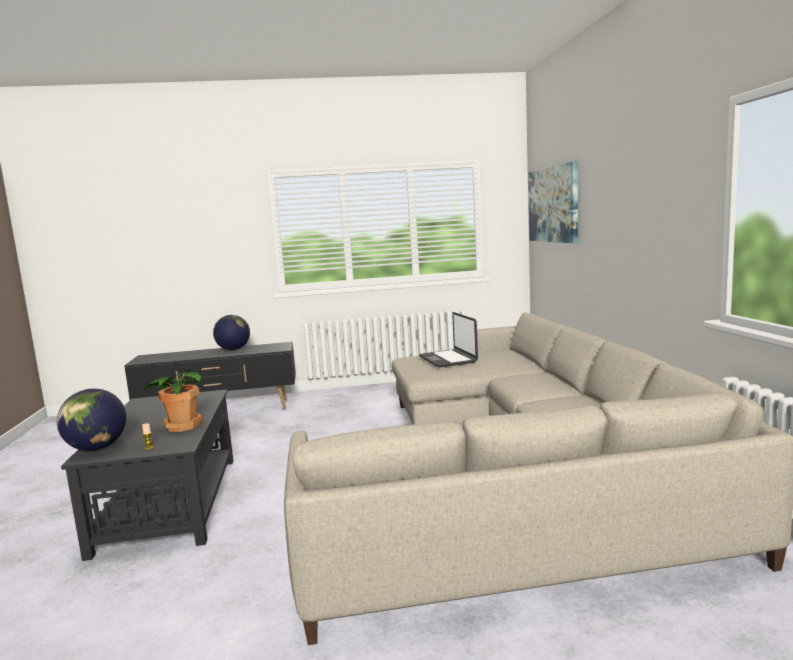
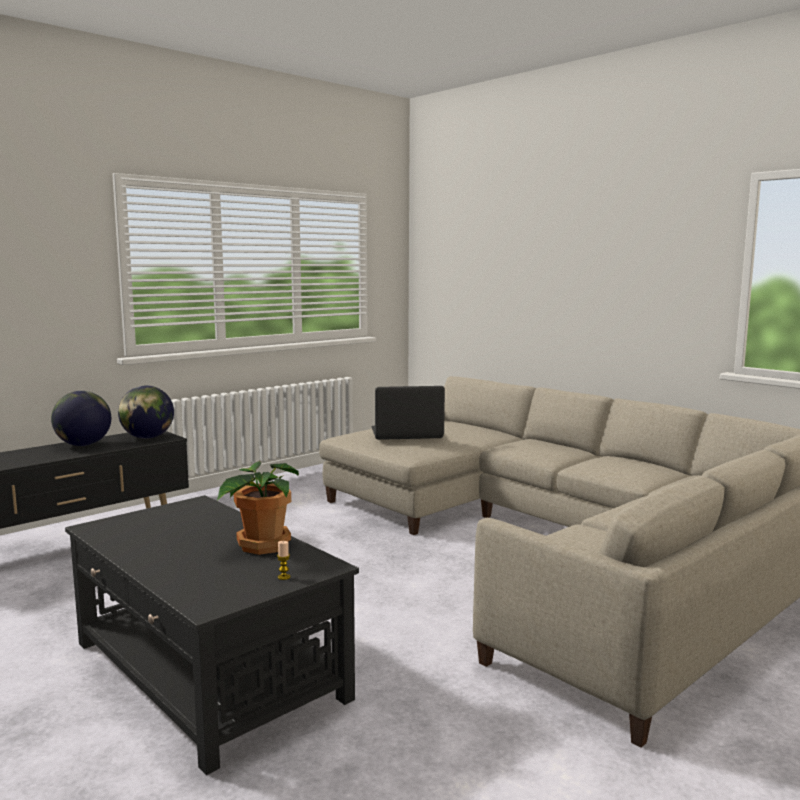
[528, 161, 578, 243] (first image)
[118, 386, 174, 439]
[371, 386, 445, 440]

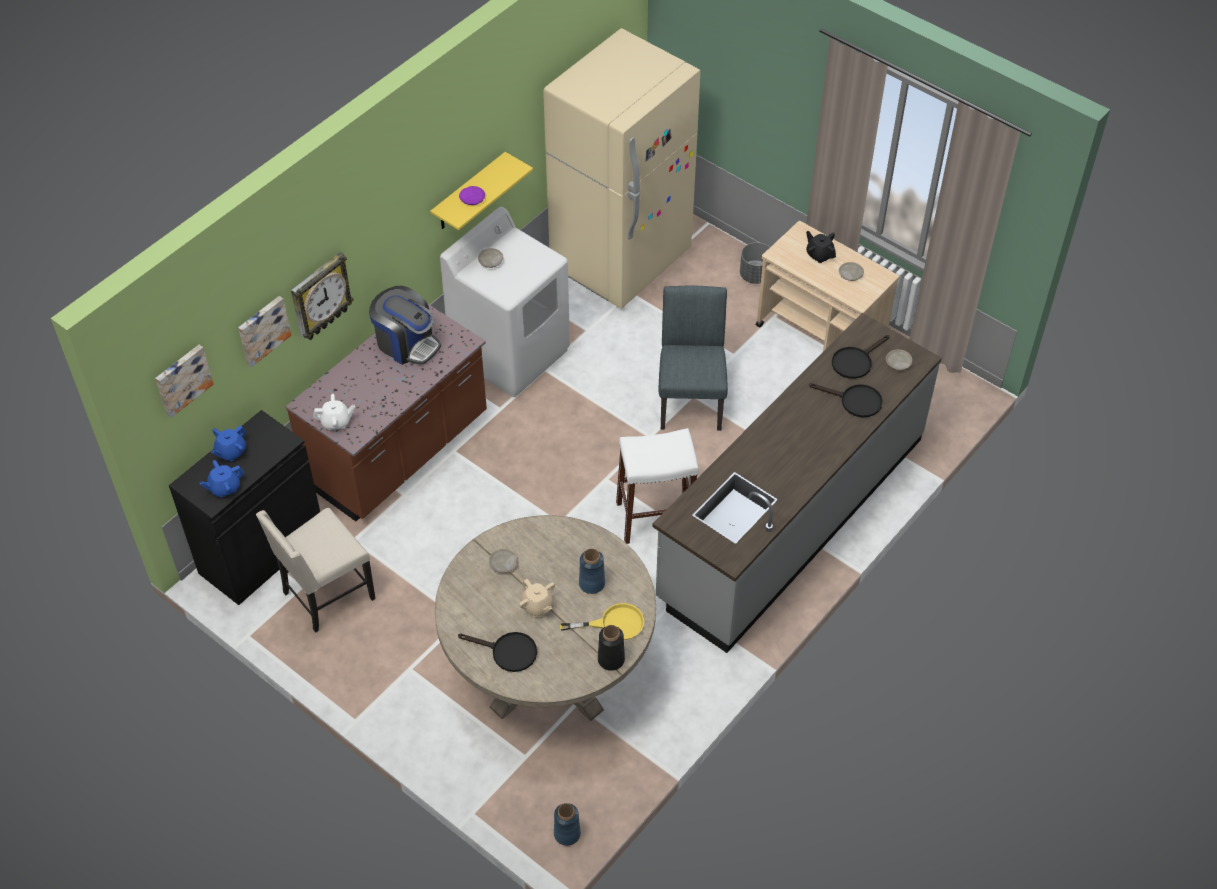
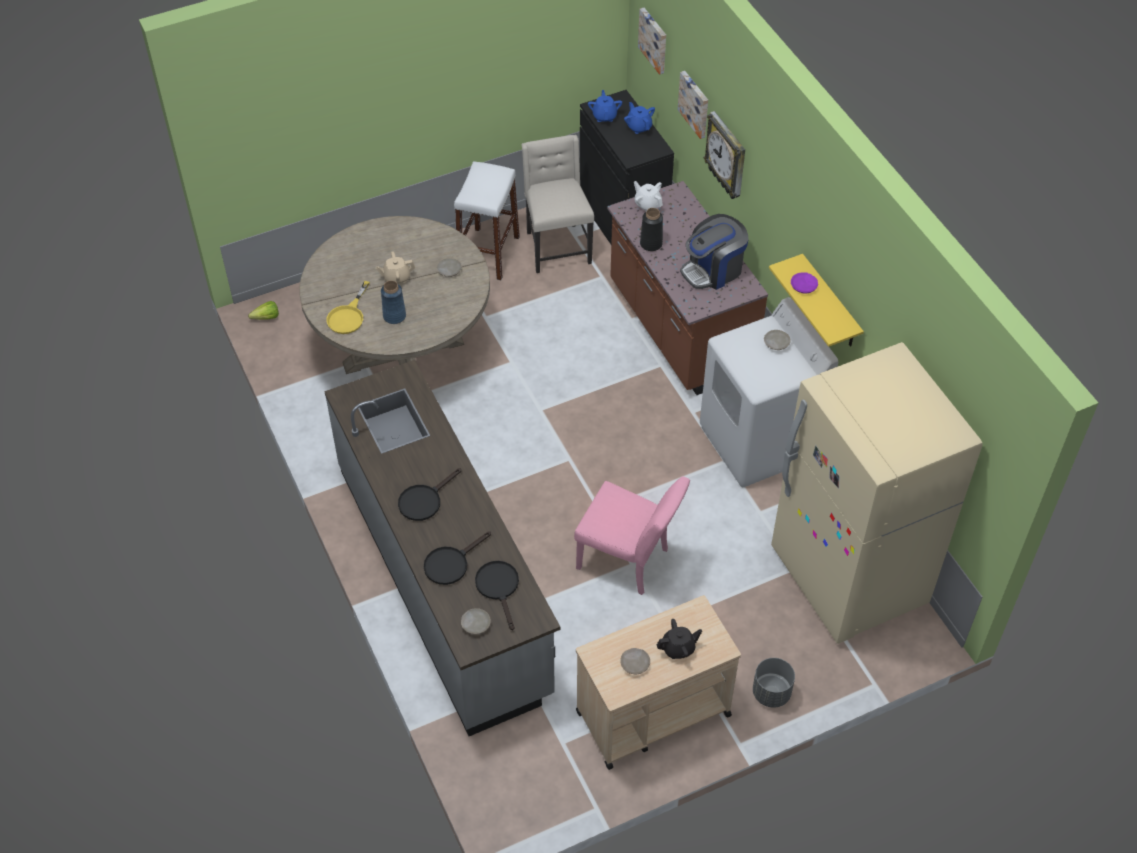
[398, 468, 461, 521]
[640, 208, 663, 251]
[454, 161, 520, 280]
[248, 301, 279, 320]
[574, 476, 690, 595]
[634, 181, 663, 211]

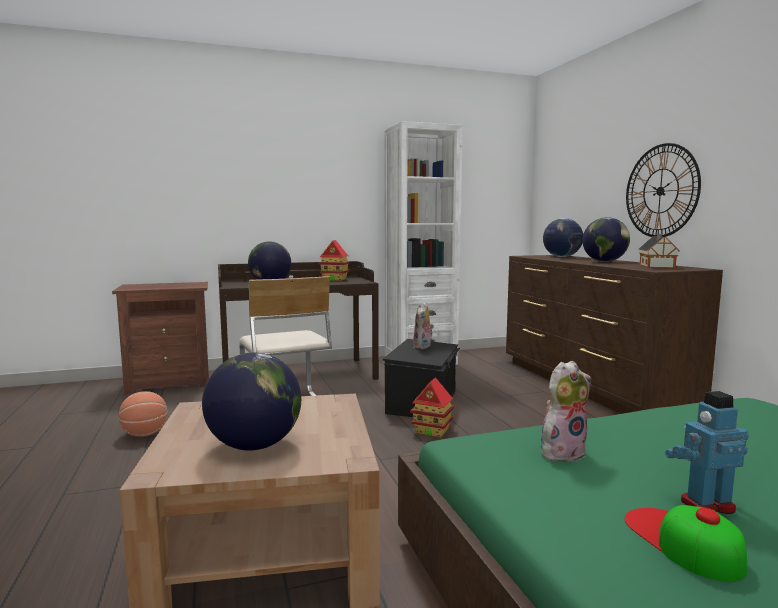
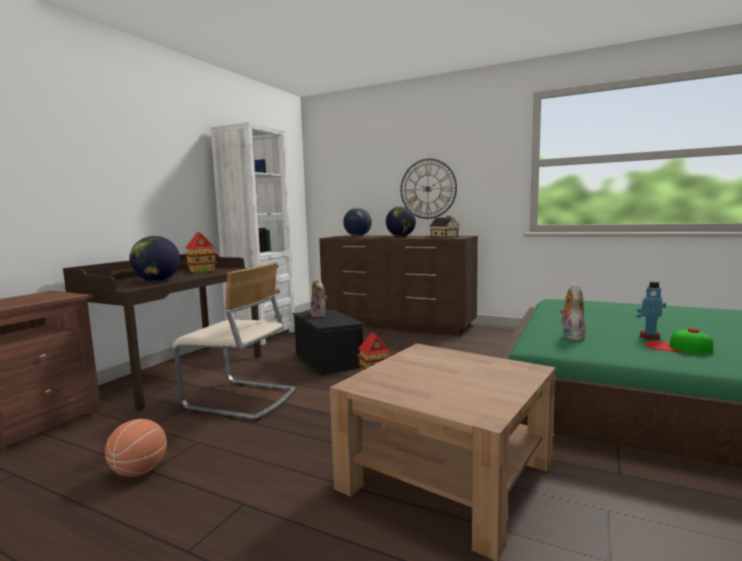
[202, 353, 301, 451] (first image)

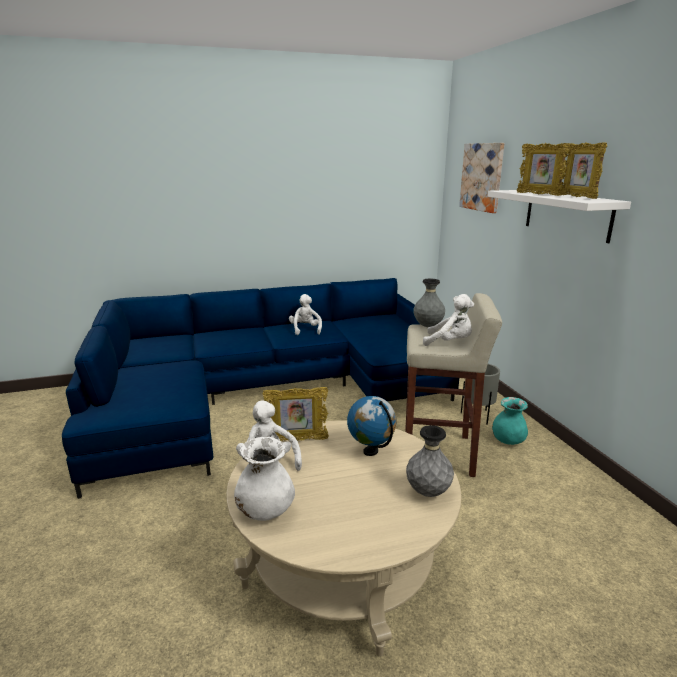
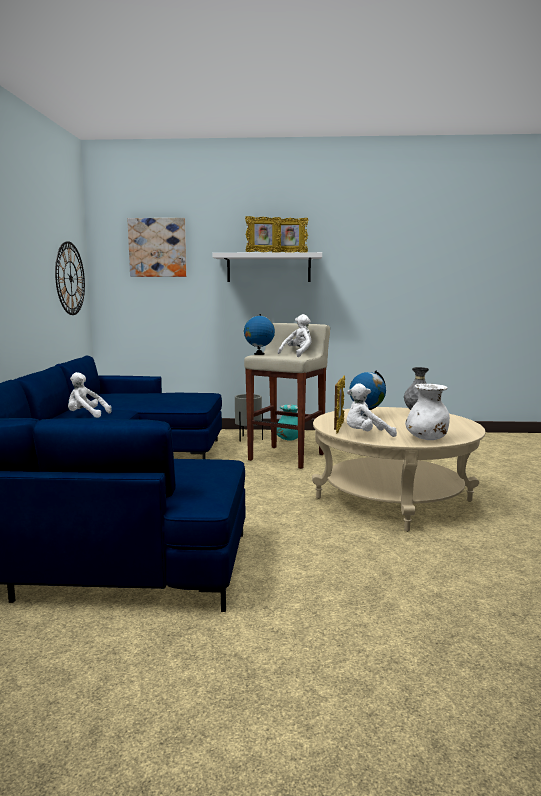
[55, 241, 85, 315]
[244, 314, 275, 355]

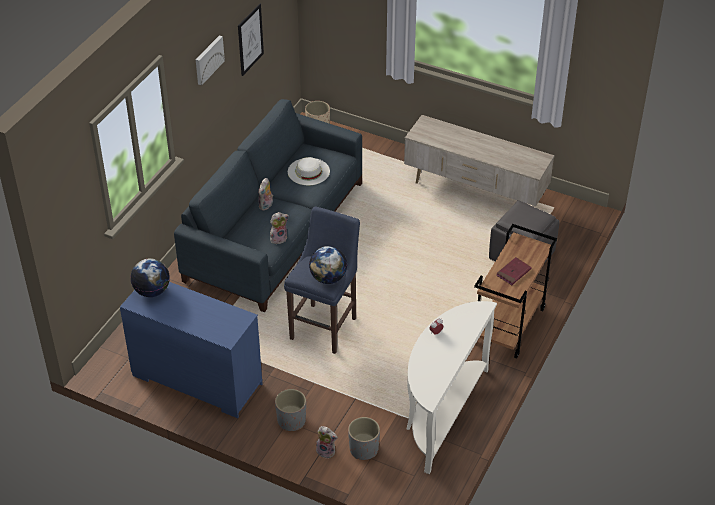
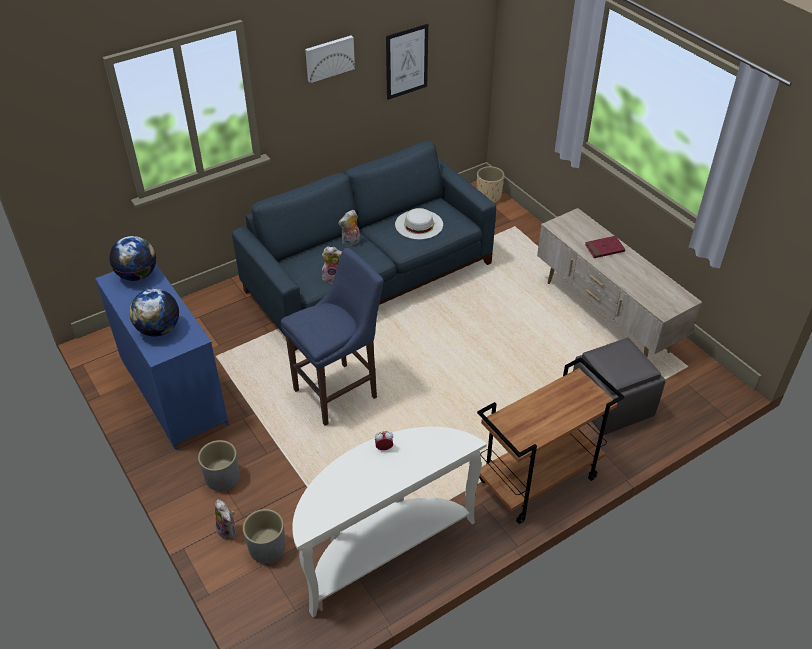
[129, 289, 179, 337]
[585, 236, 625, 258]

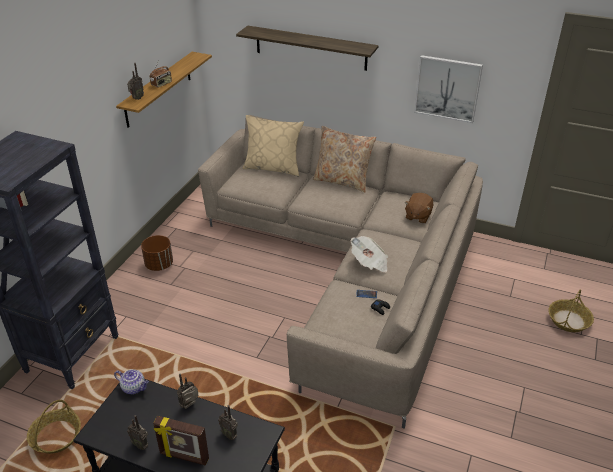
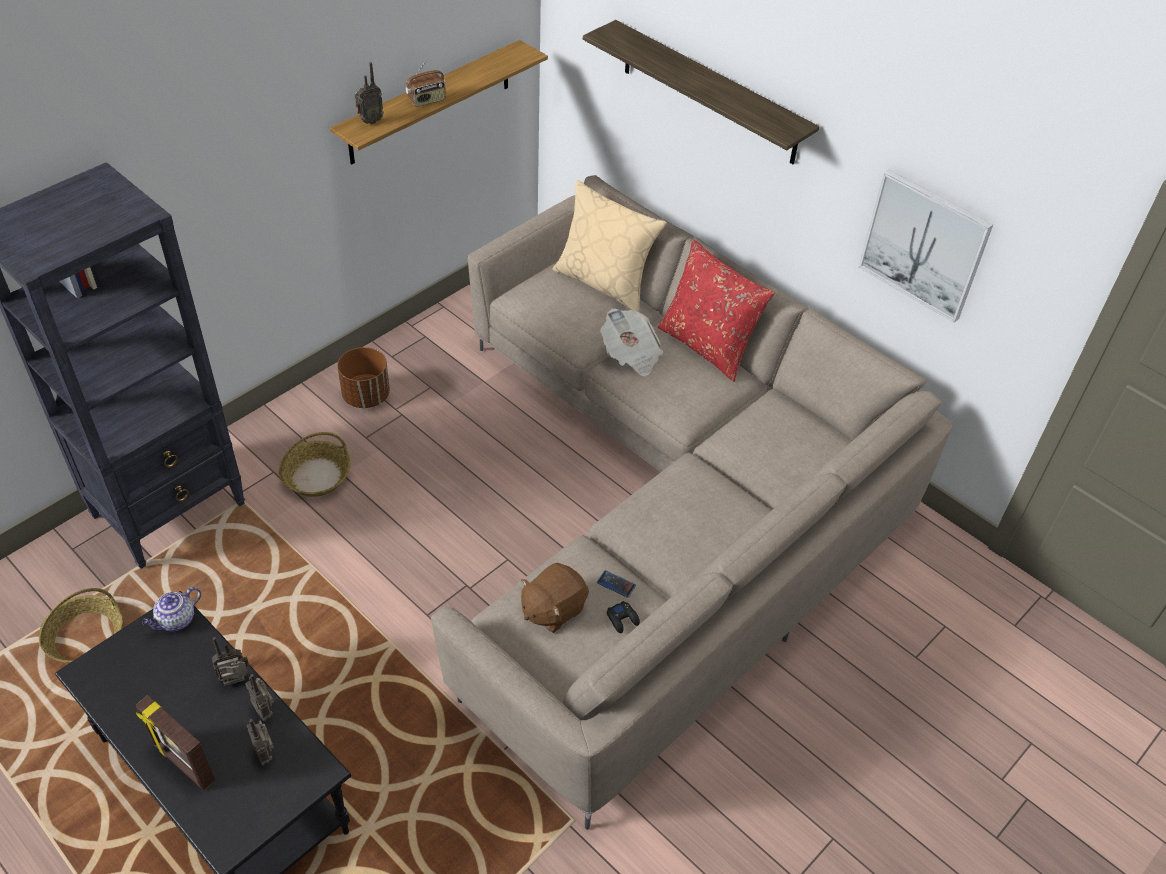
[245, 674, 274, 721]
[600, 308, 664, 376]
[521, 563, 589, 633]
[279, 432, 351, 497]
[658, 240, 775, 382]
[142, 587, 201, 631]

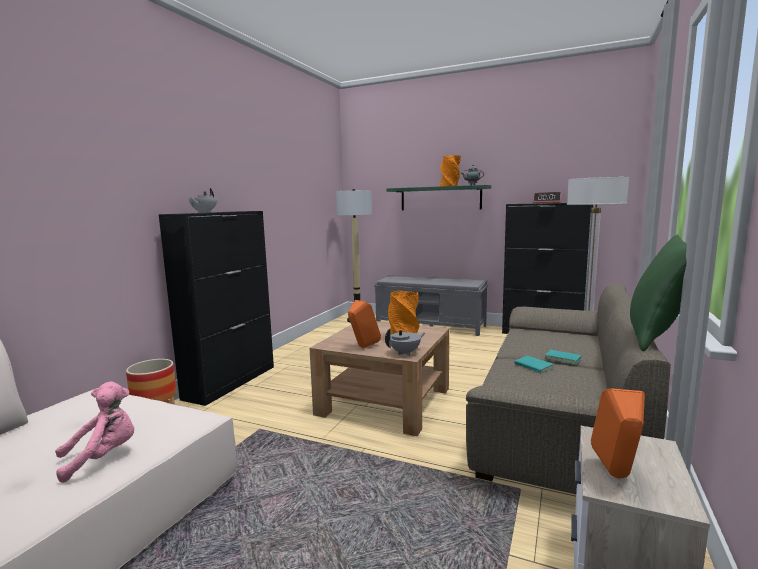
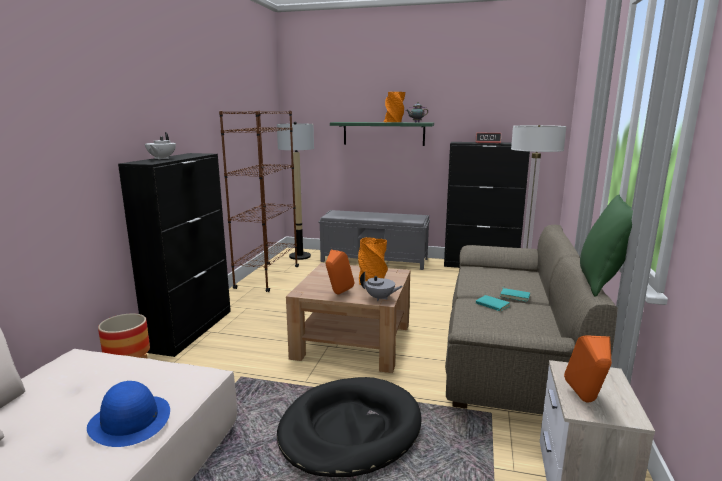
[219, 111, 299, 292]
[277, 377, 422, 477]
[87, 381, 170, 447]
[360, 272, 403, 301]

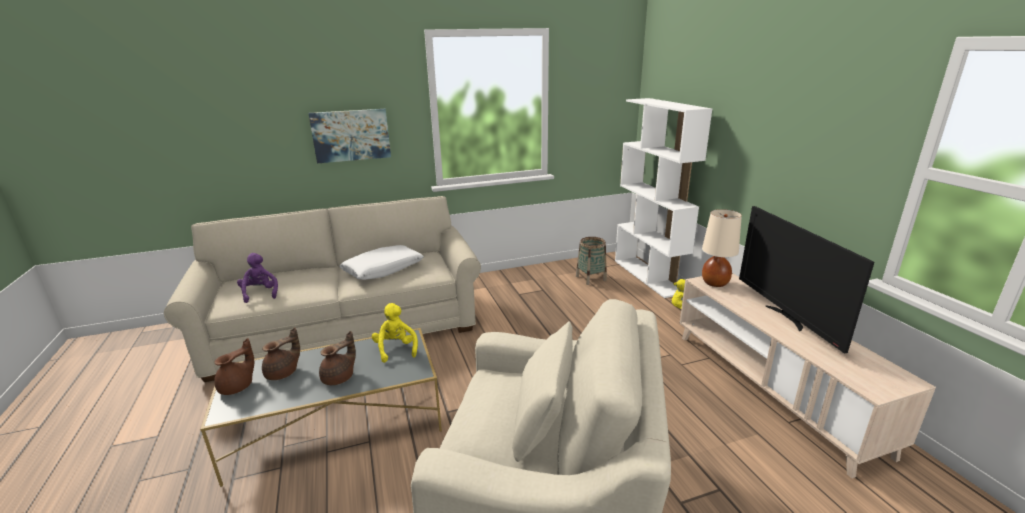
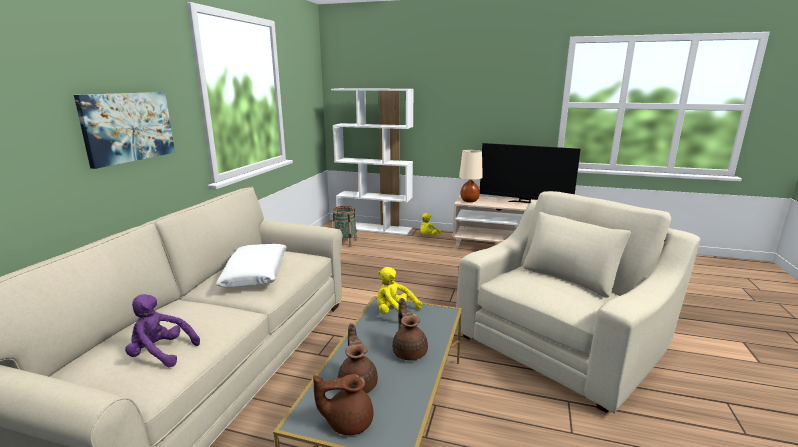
[313, 374, 373, 435]

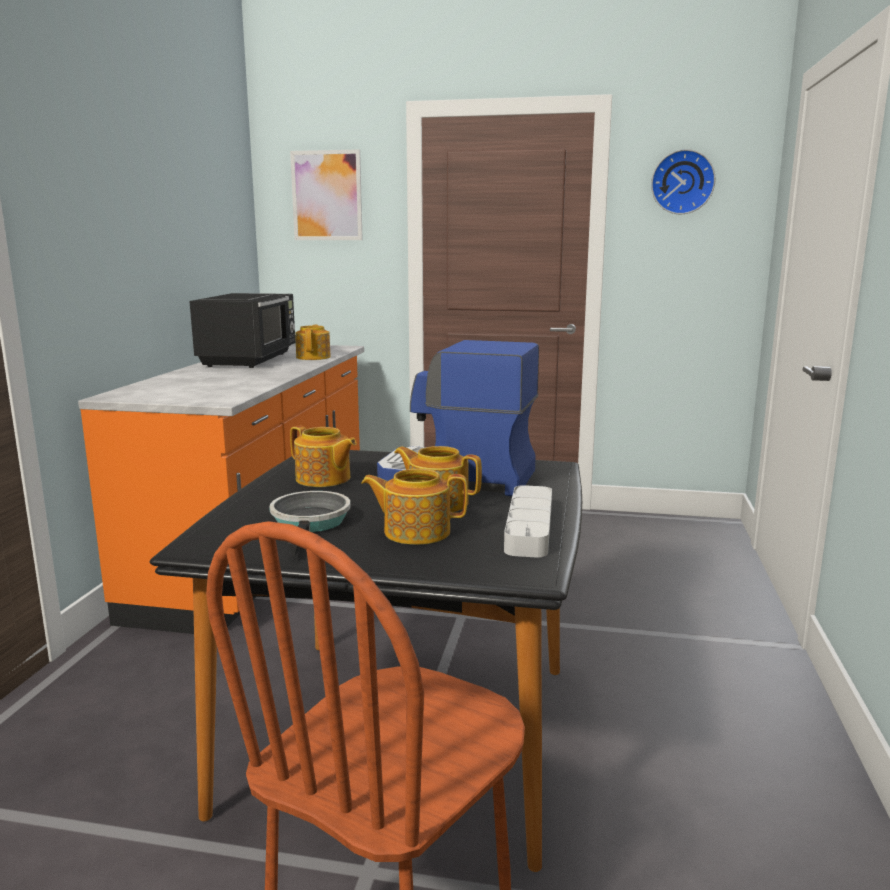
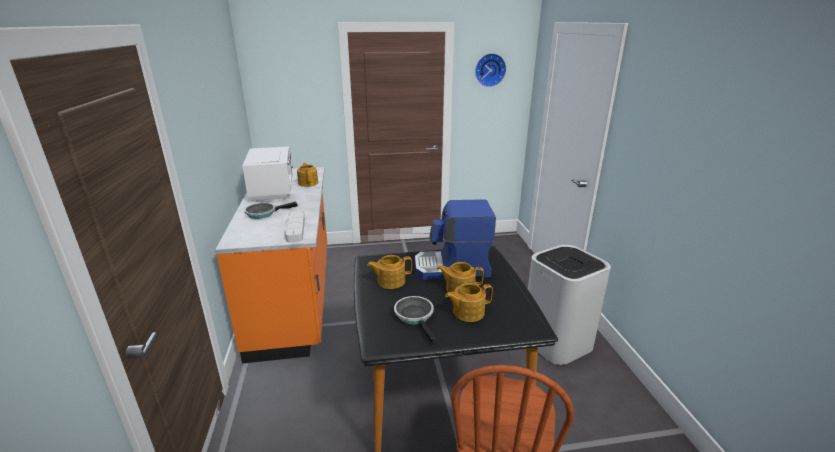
[290, 150, 363, 240] (first image)
[244, 201, 298, 219]
[528, 245, 611, 365]
[285, 211, 305, 242]
[242, 146, 293, 202]
[367, 255, 412, 289]

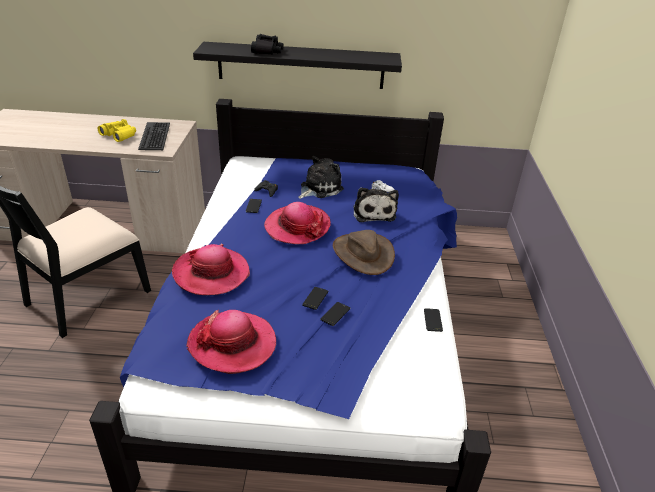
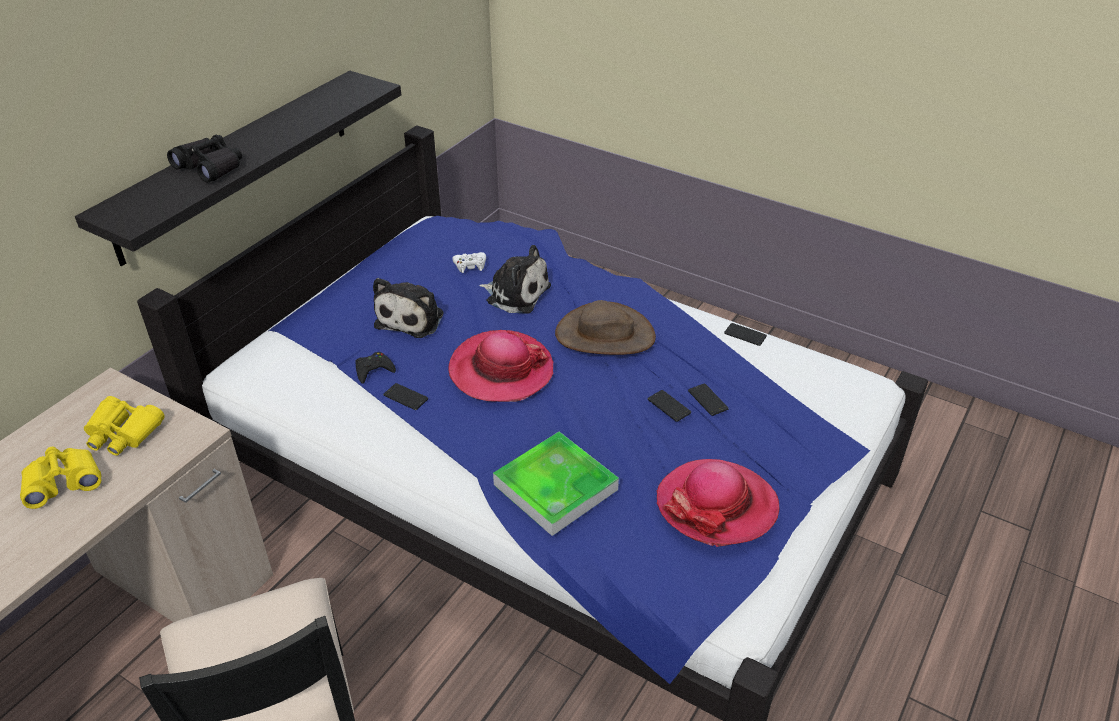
[84, 396, 165, 456]
[493, 432, 619, 536]
[373, 278, 443, 338]

